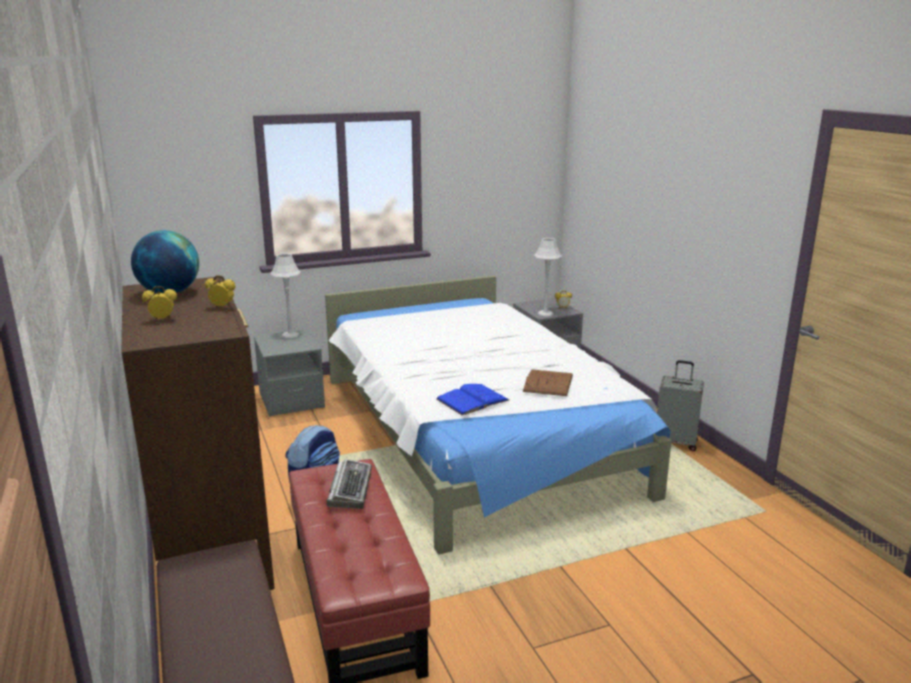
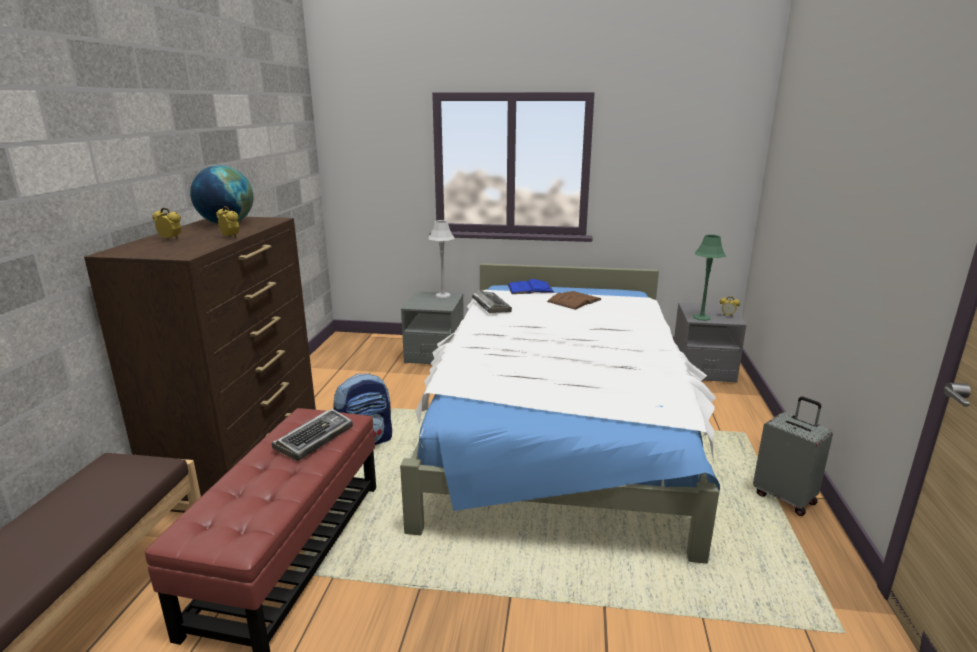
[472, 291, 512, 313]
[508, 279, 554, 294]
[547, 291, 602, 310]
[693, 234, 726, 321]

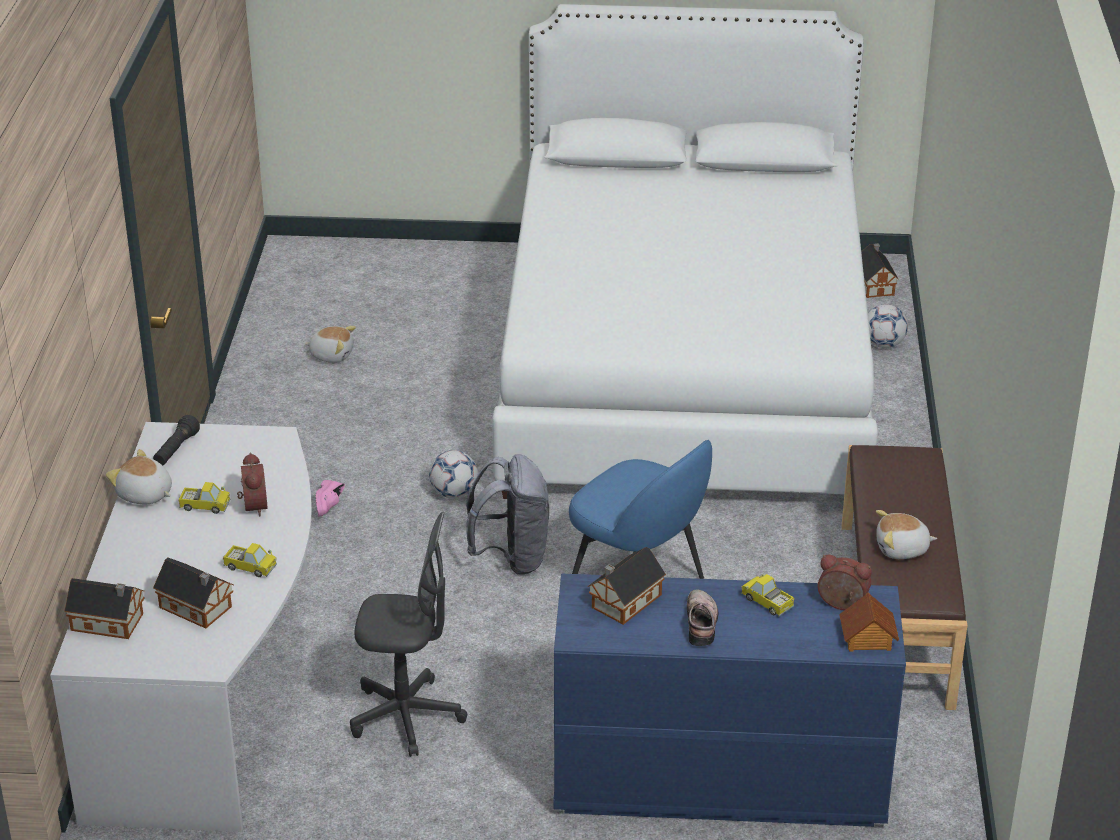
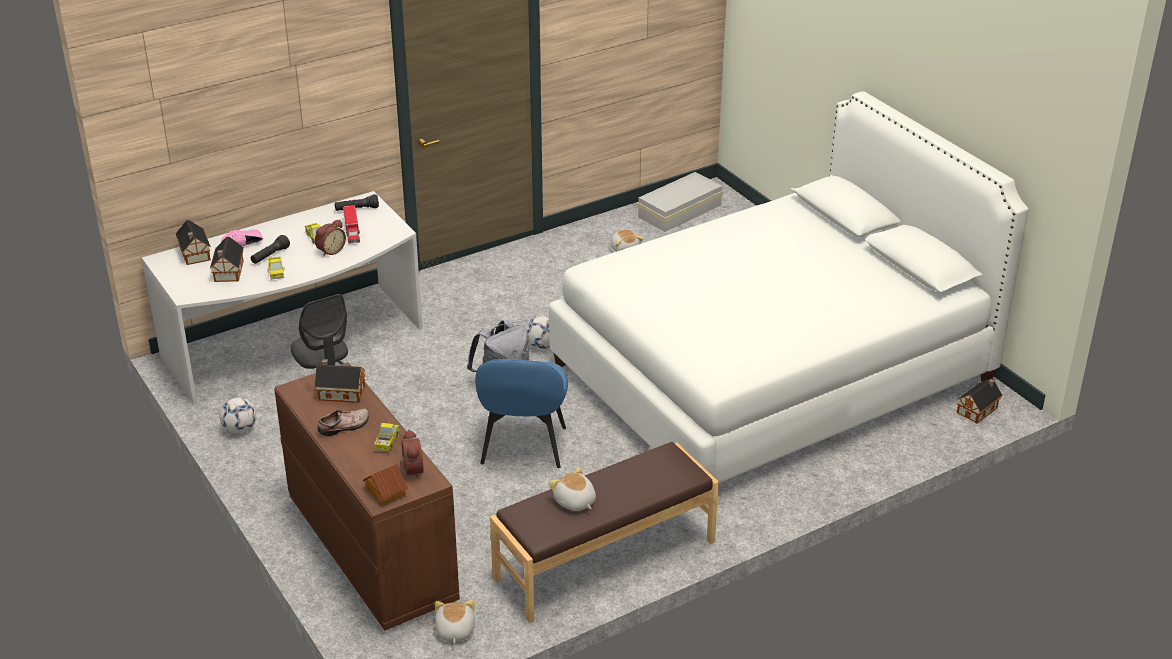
[251, 235, 290, 264]
[343, 205, 360, 244]
[637, 172, 723, 232]
[435, 600, 475, 644]
[221, 229, 263, 246]
[219, 397, 256, 433]
[274, 362, 460, 630]

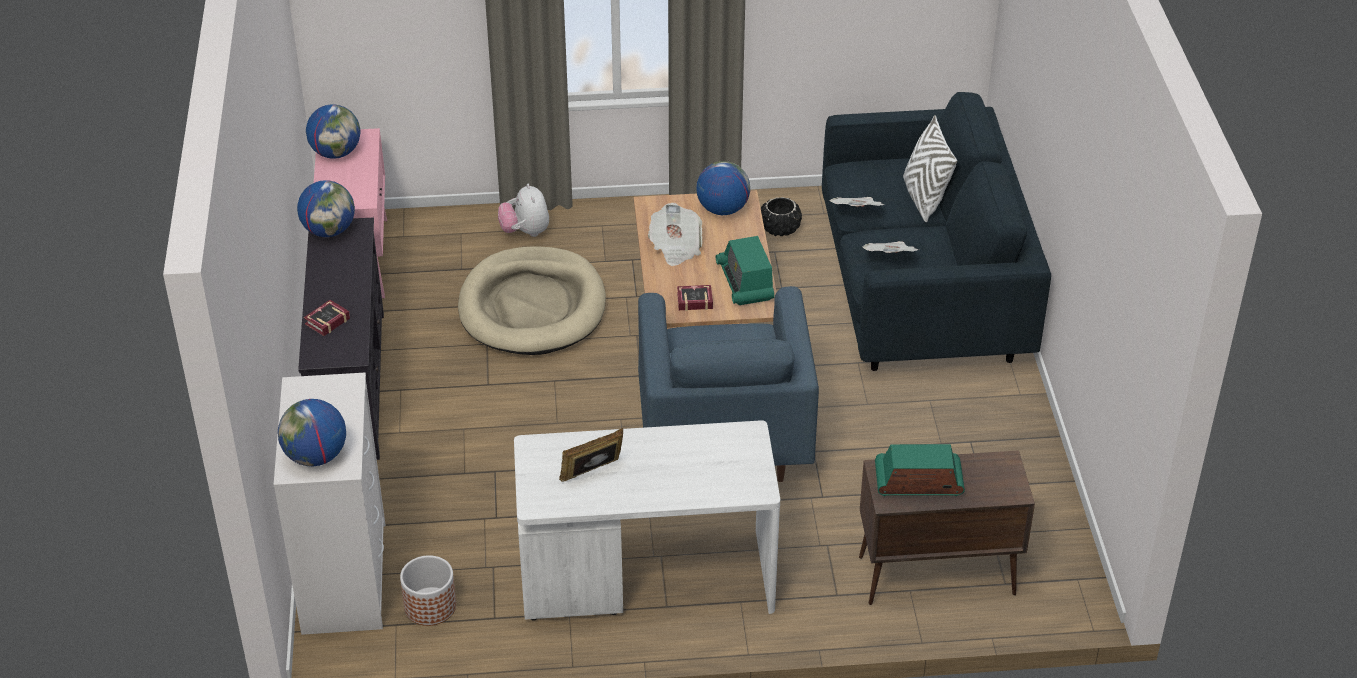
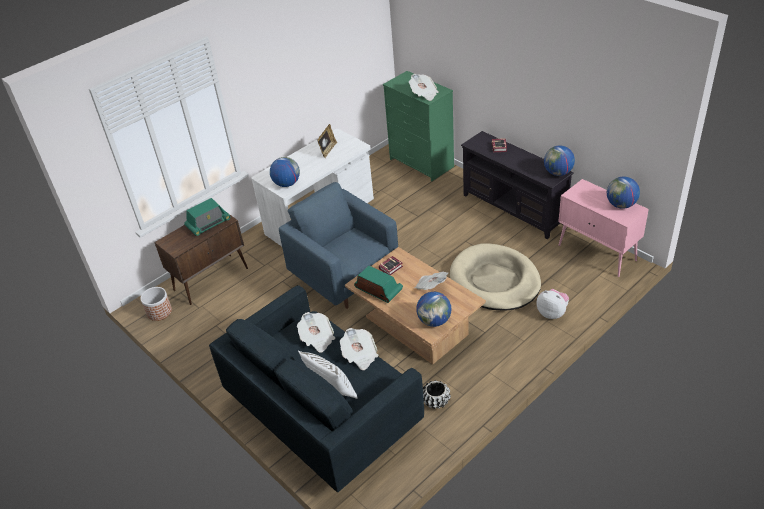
[409, 74, 439, 101]
[270, 157, 300, 187]
[140, 287, 172, 321]
[383, 71, 454, 182]

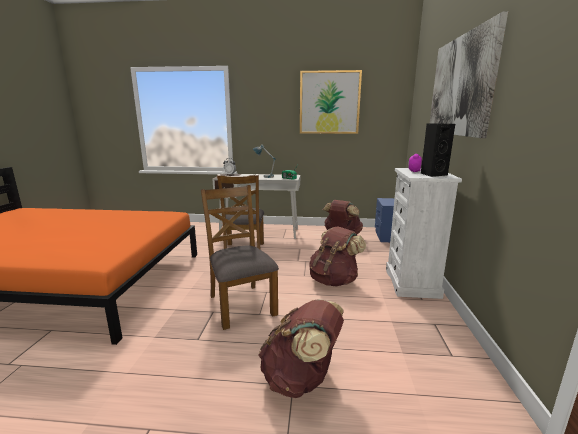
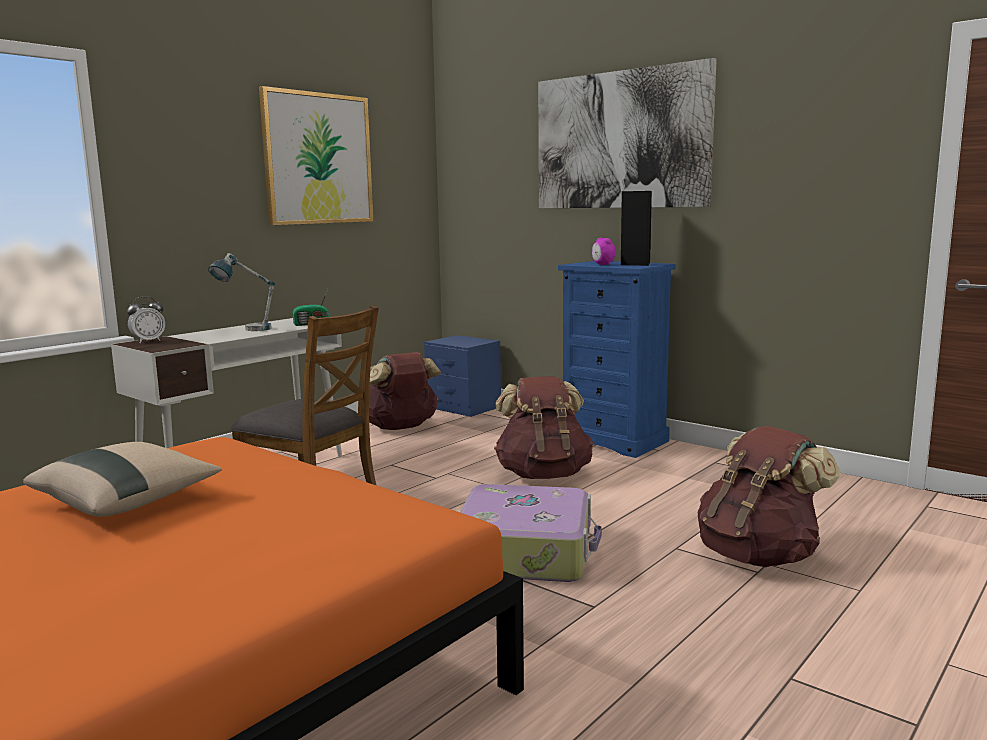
[23, 442, 222, 517]
[460, 484, 602, 582]
[558, 261, 676, 458]

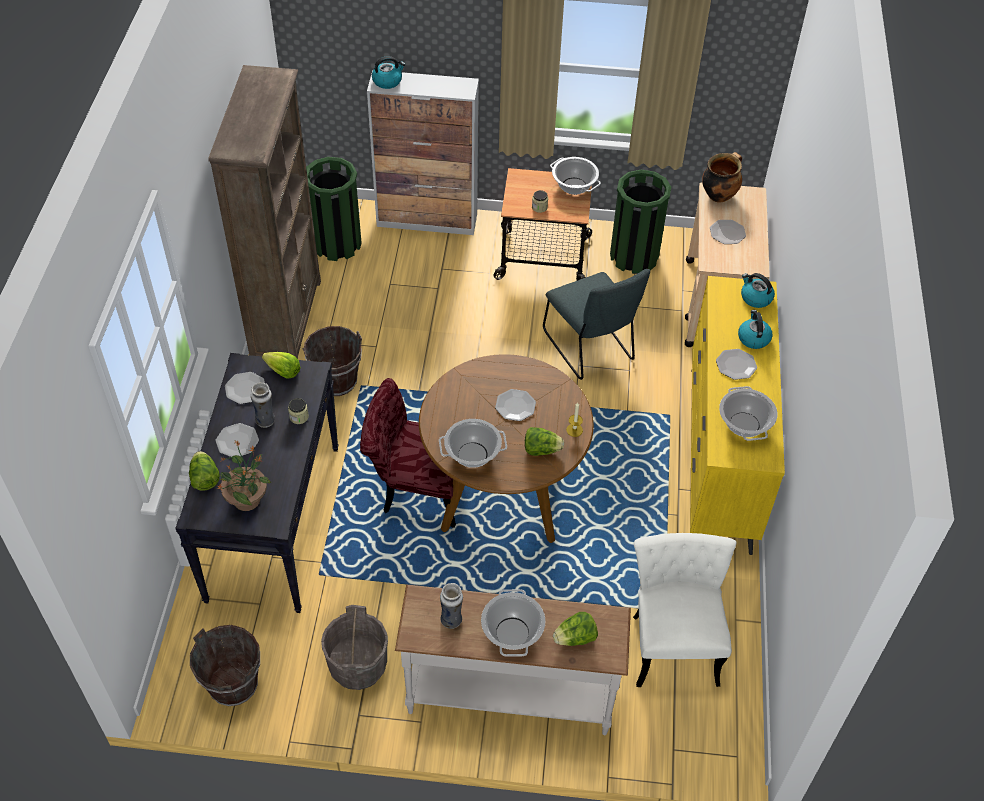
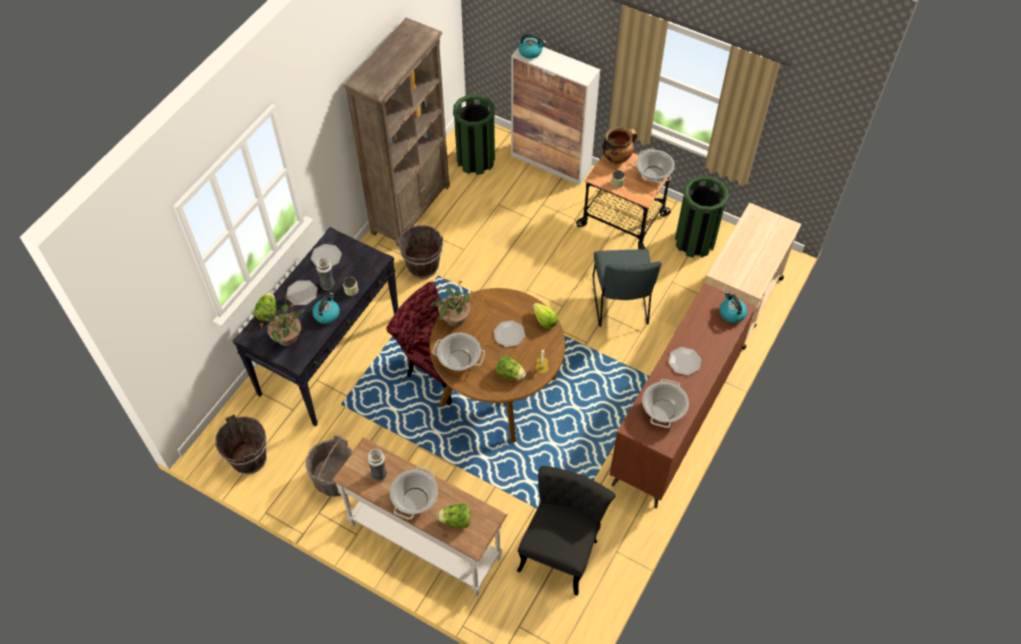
[710, 220, 746, 244] (first image)
[429, 279, 475, 327]
[533, 303, 558, 328]
[603, 126, 637, 164]
[312, 293, 340, 324]
[517, 466, 616, 596]
[610, 283, 756, 508]

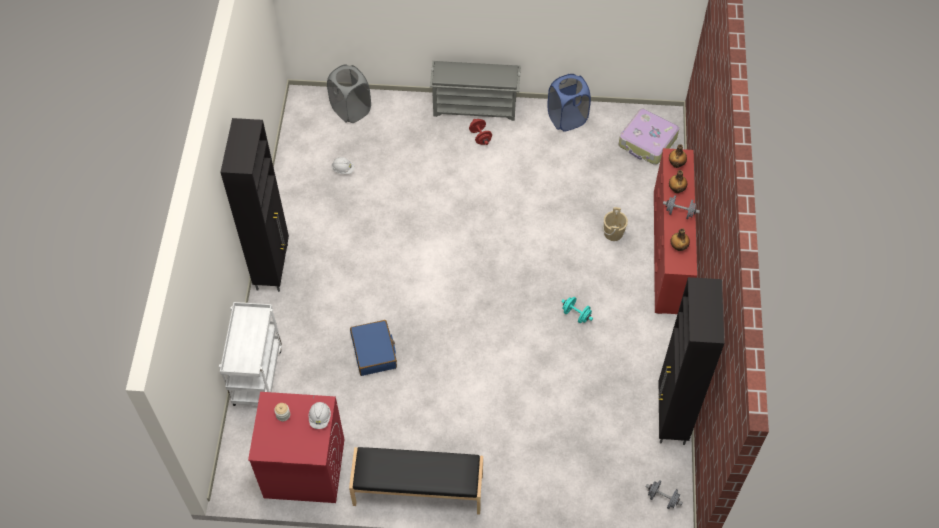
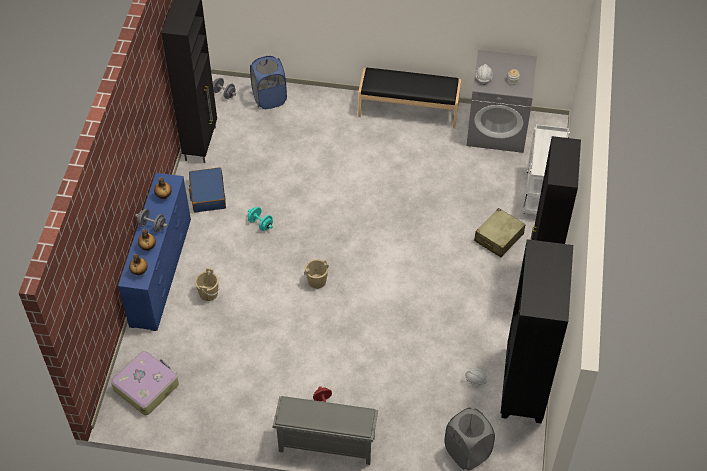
[304, 259, 329, 289]
[474, 208, 526, 257]
[500, 239, 573, 423]
[189, 167, 226, 213]
[250, 56, 287, 109]
[466, 50, 537, 153]
[118, 173, 191, 331]

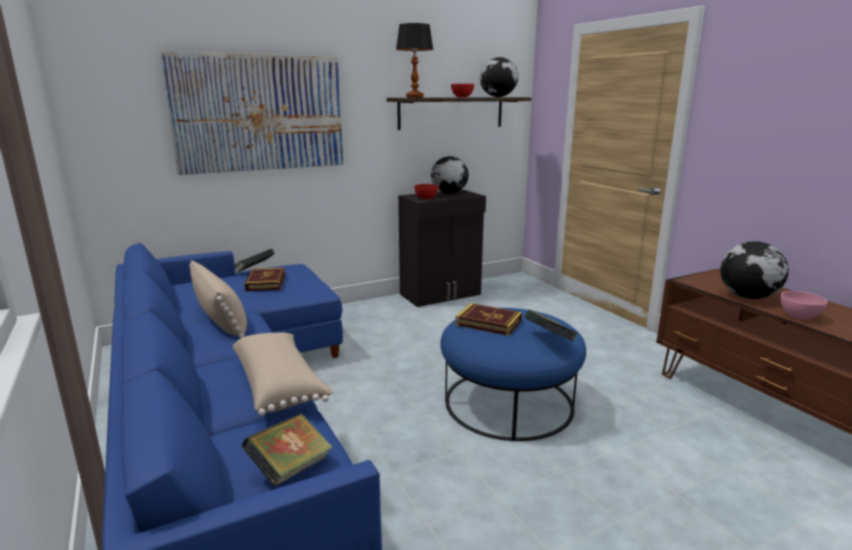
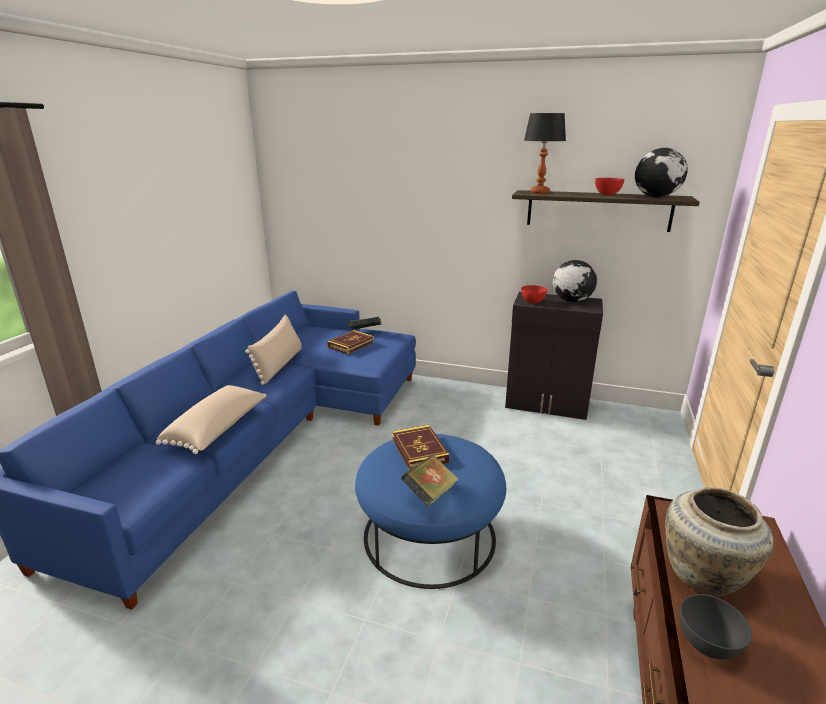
[160, 51, 343, 175] (first image)
[242, 413, 333, 487] (first image)
[665, 487, 774, 596]
[679, 594, 752, 660]

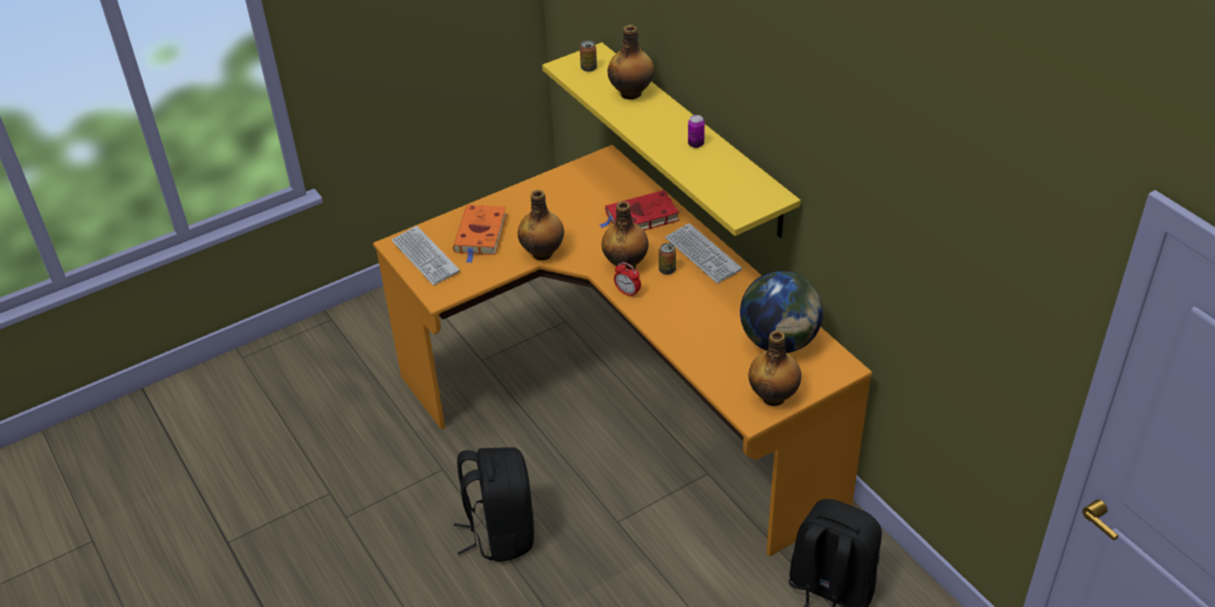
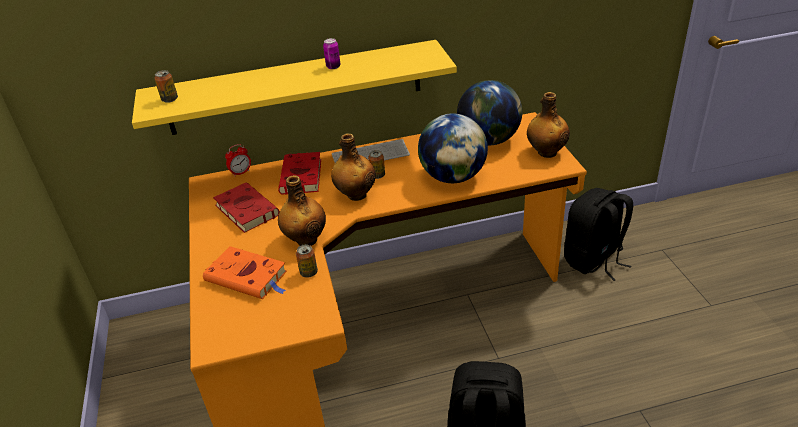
[392, 226, 460, 285] (first image)
[608, 25, 654, 100] (first image)
[213, 182, 279, 233]
[296, 244, 318, 278]
[418, 113, 488, 183]
[225, 144, 251, 177]

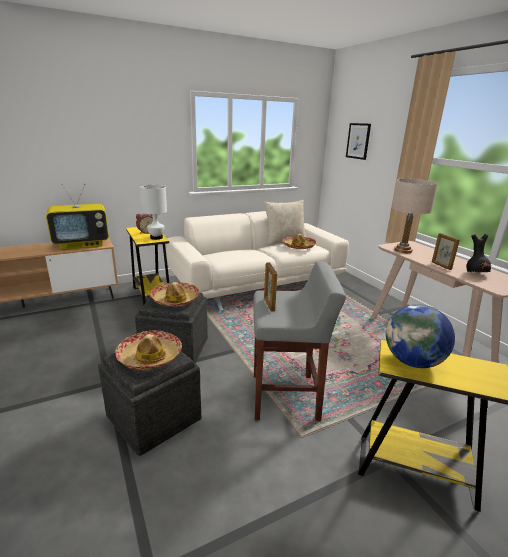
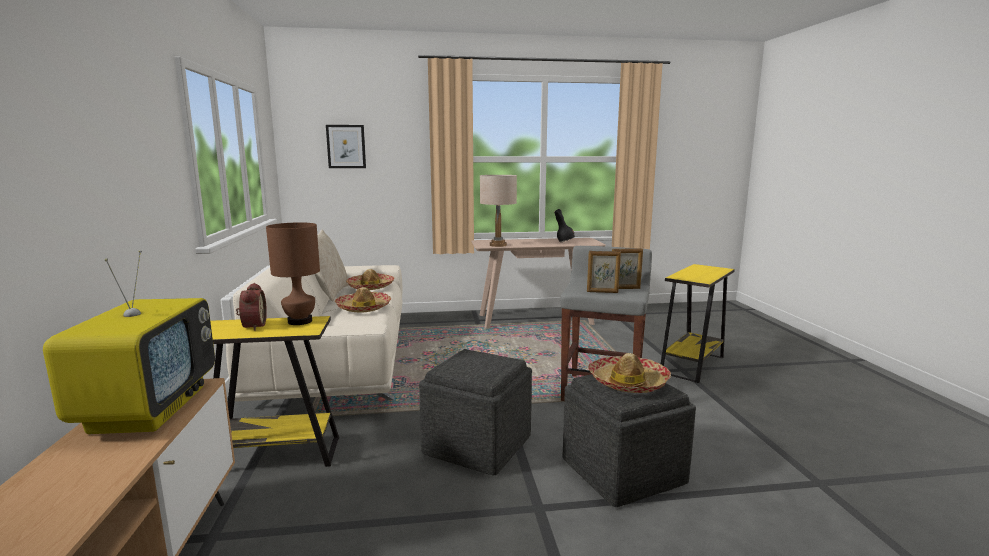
[386, 304, 455, 368] (first image)
[335, 287, 391, 312]
[612, 248, 643, 289]
[266, 222, 320, 325]

